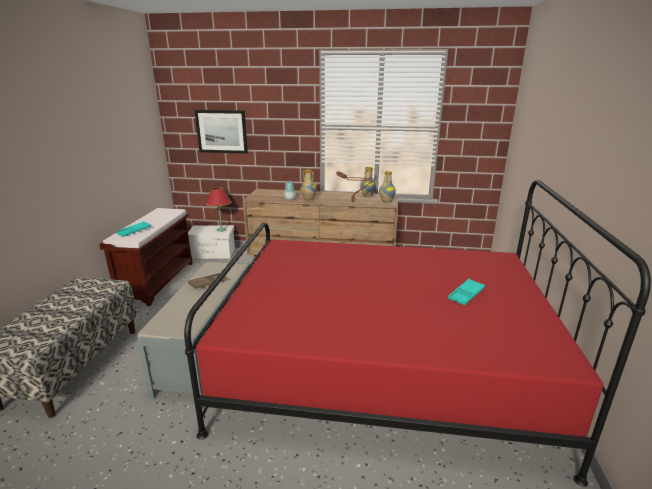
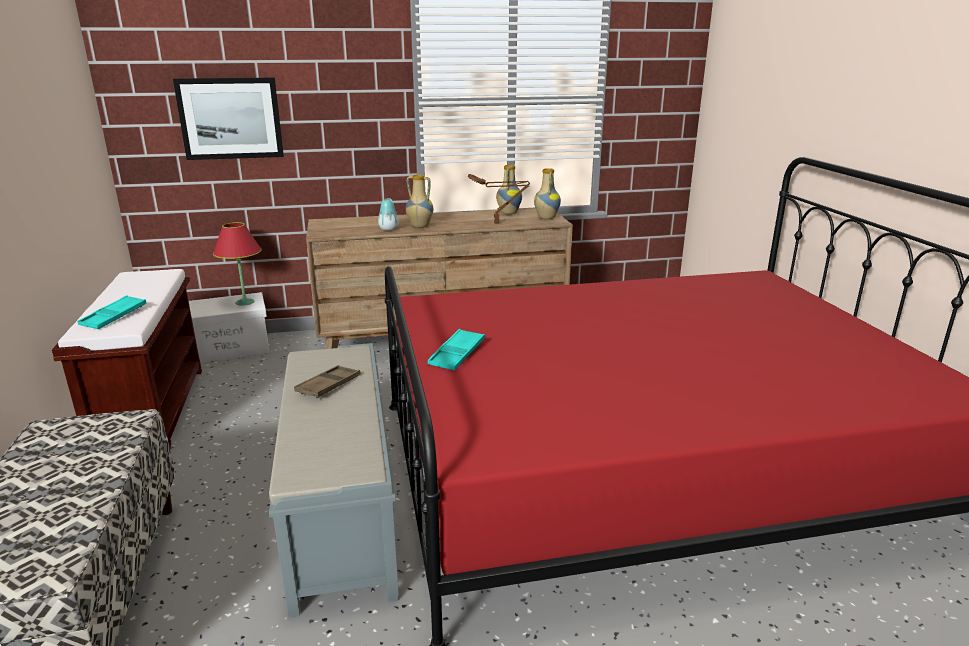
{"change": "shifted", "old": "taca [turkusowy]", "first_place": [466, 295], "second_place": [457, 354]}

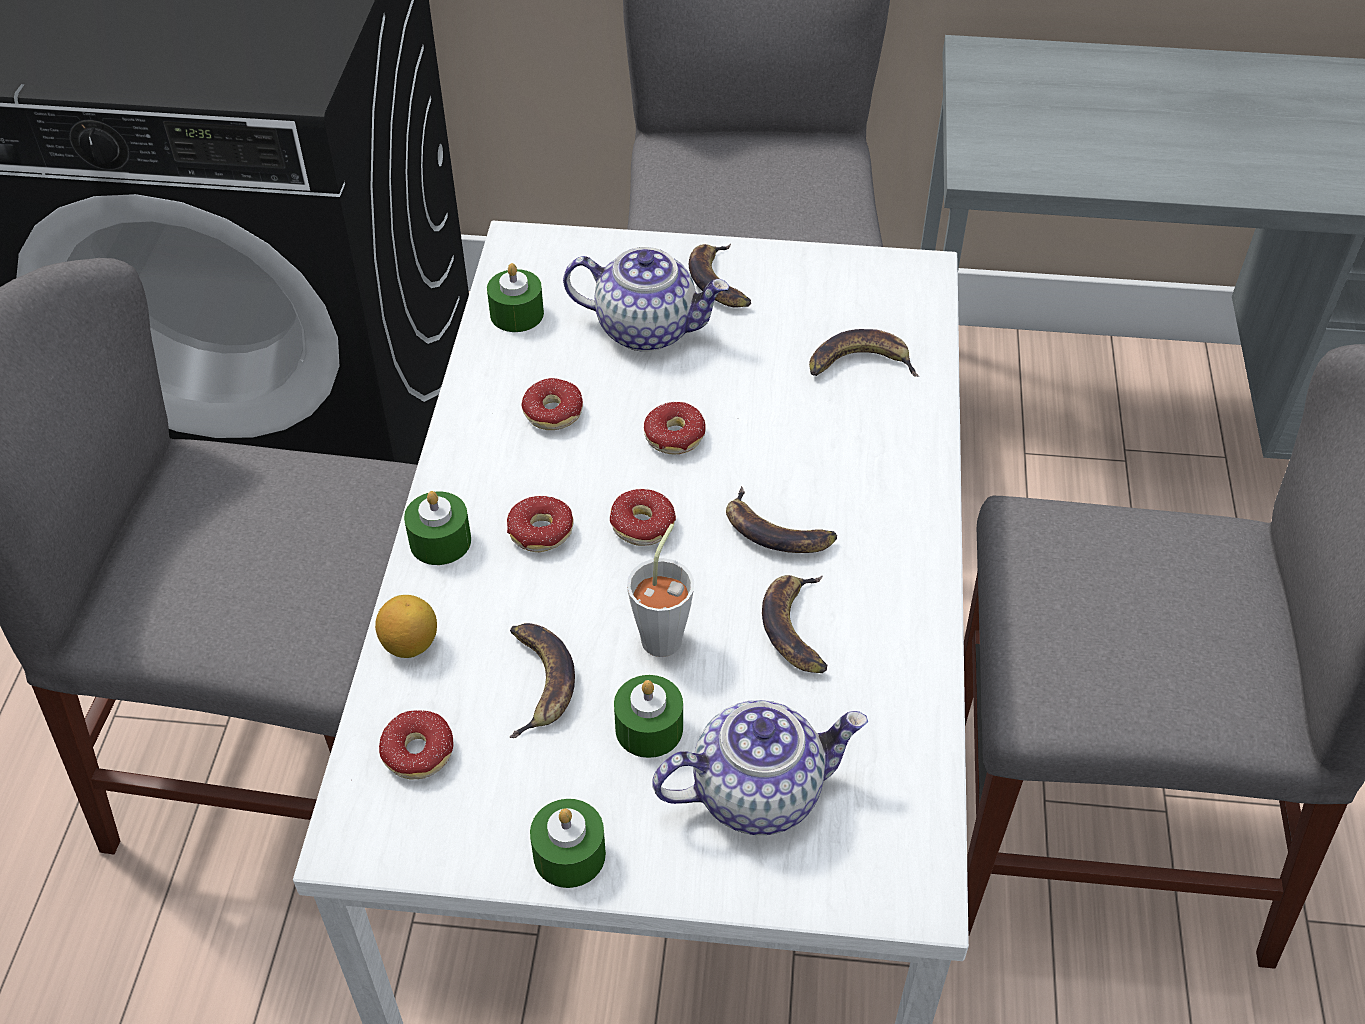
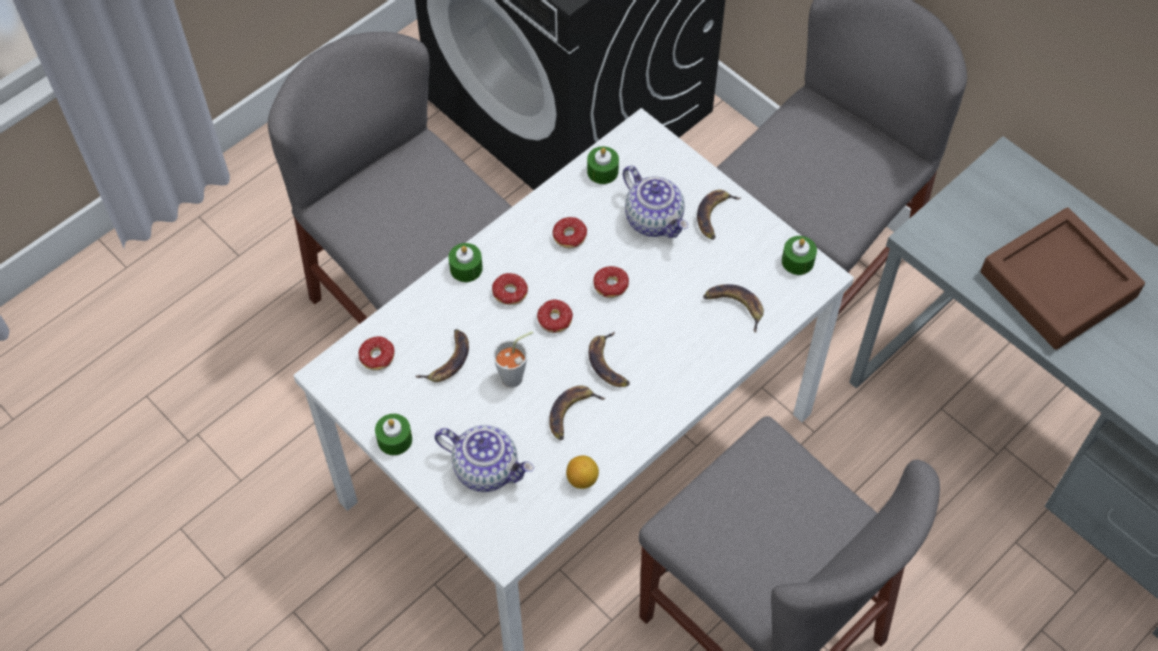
{"change": "shifted", "old": "cytryna", "first_place": [410, 644], "second_place": [582, 479]}
{"change": "shifted", "old": "świeca [zielony]", "first_place": [649, 728], "second_place": [797, 261]}
{"change": "new", "new": "taca [brązowy]", "second_place": [1058, 284]}

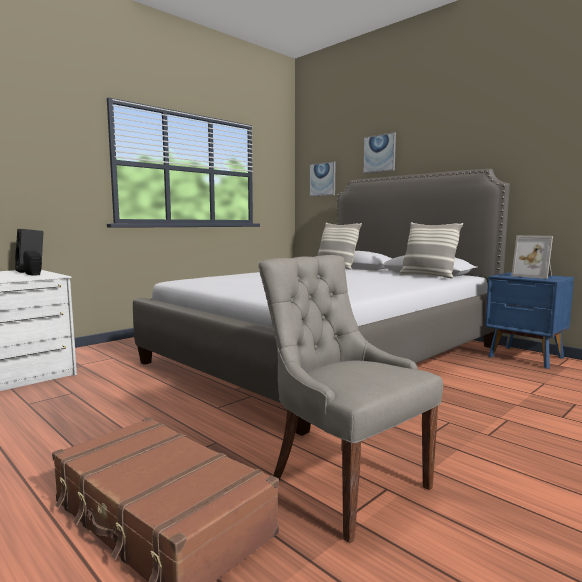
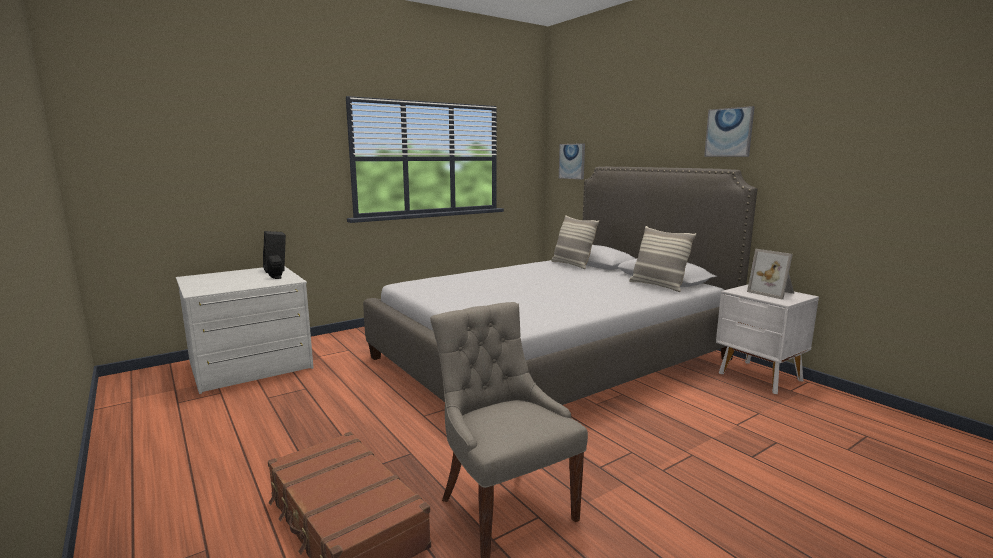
{"change": "shifted", "old": "obraz", "first_place": [379, 153], "second_place": [729, 132]}
{"change": "repainted", "old": "szafka nocna [niebieski]", "new": "szafka nocna [biały]", "first_place": [526, 357], "second_place": [760, 377]}

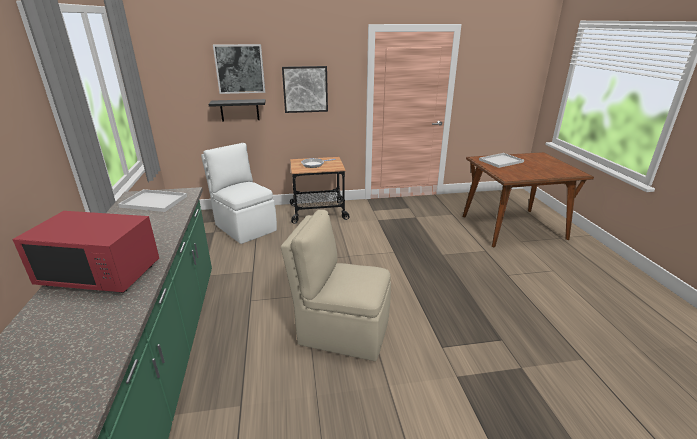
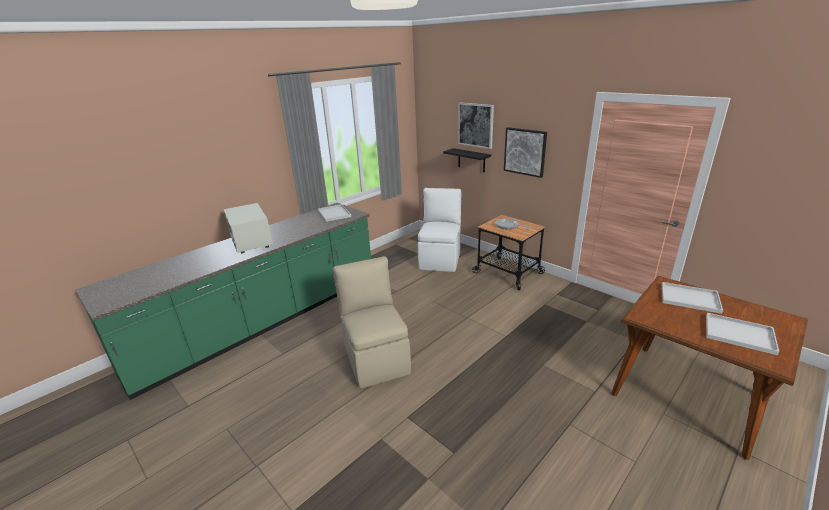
{"change": "repainted", "old": "mikrofalówka [czerwony]", "new": "mikrofalówka [biały]", "first_place": [101, 274], "second_place": [251, 241]}
{"change": "new", "new": "taca [biały]", "second_place": [740, 334]}

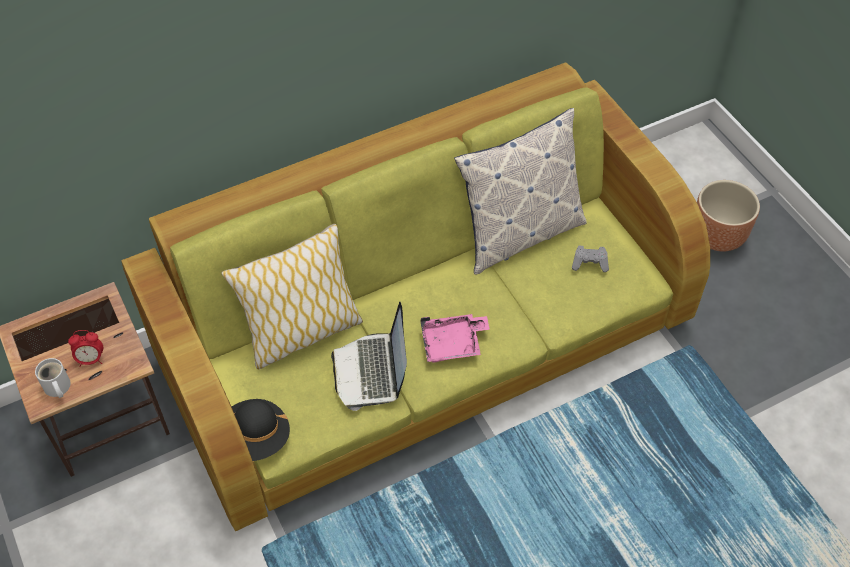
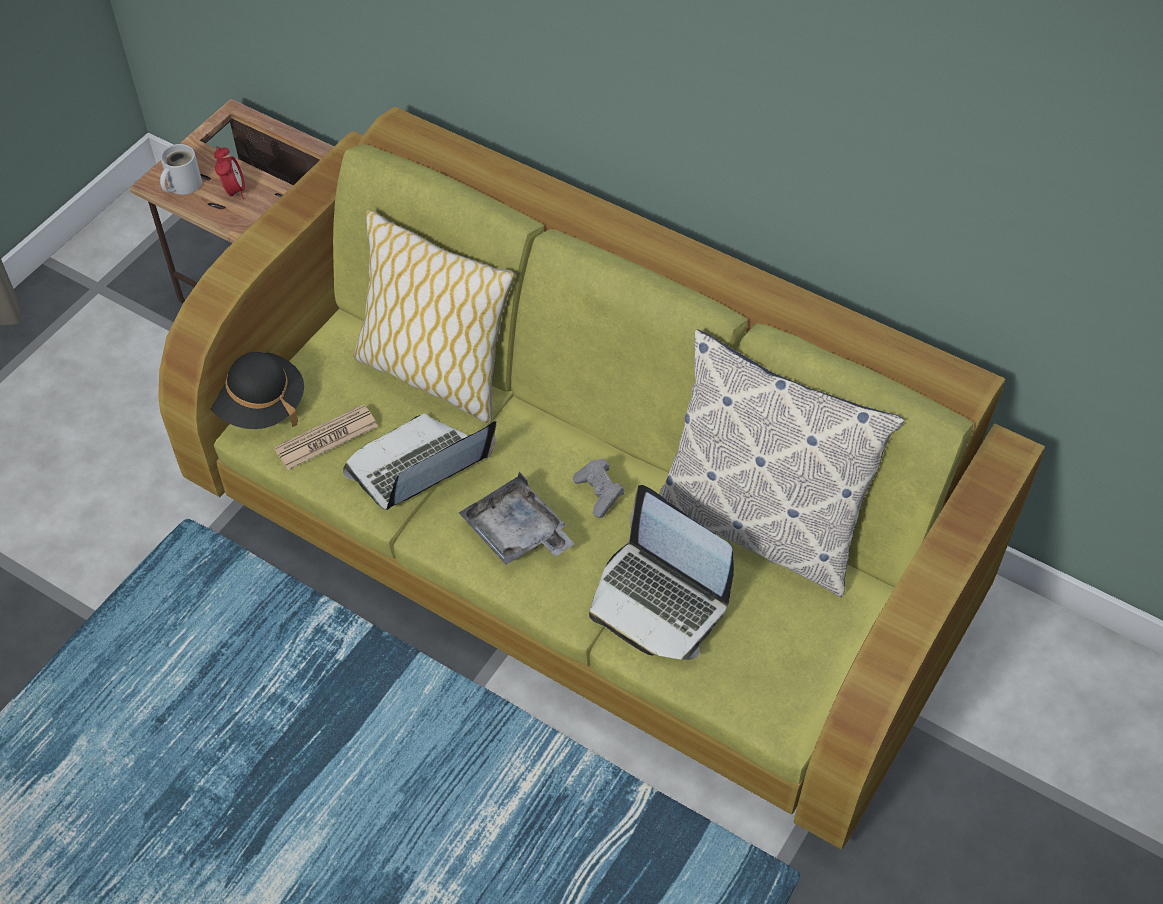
{"change": "gone", "old": "donica [brązowy]", "first_place": [717, 236]}
{"change": "shifted", "old": "pad do gier [szary]", "first_place": [589, 263], "second_place": [599, 494]}
{"change": "repainted", "old": "taca [różowy]", "new": "taca [szary]", "first_place": [453, 344], "second_place": [517, 533]}
{"change": "rotated", "old": "budzik", "first_place": [91, 359], "second_place": [234, 191], "degrees": -150}
{"change": "new", "new": "gazeta", "second_place": [326, 438]}
{"change": "new", "new": "laptop", "second_place": [659, 600]}

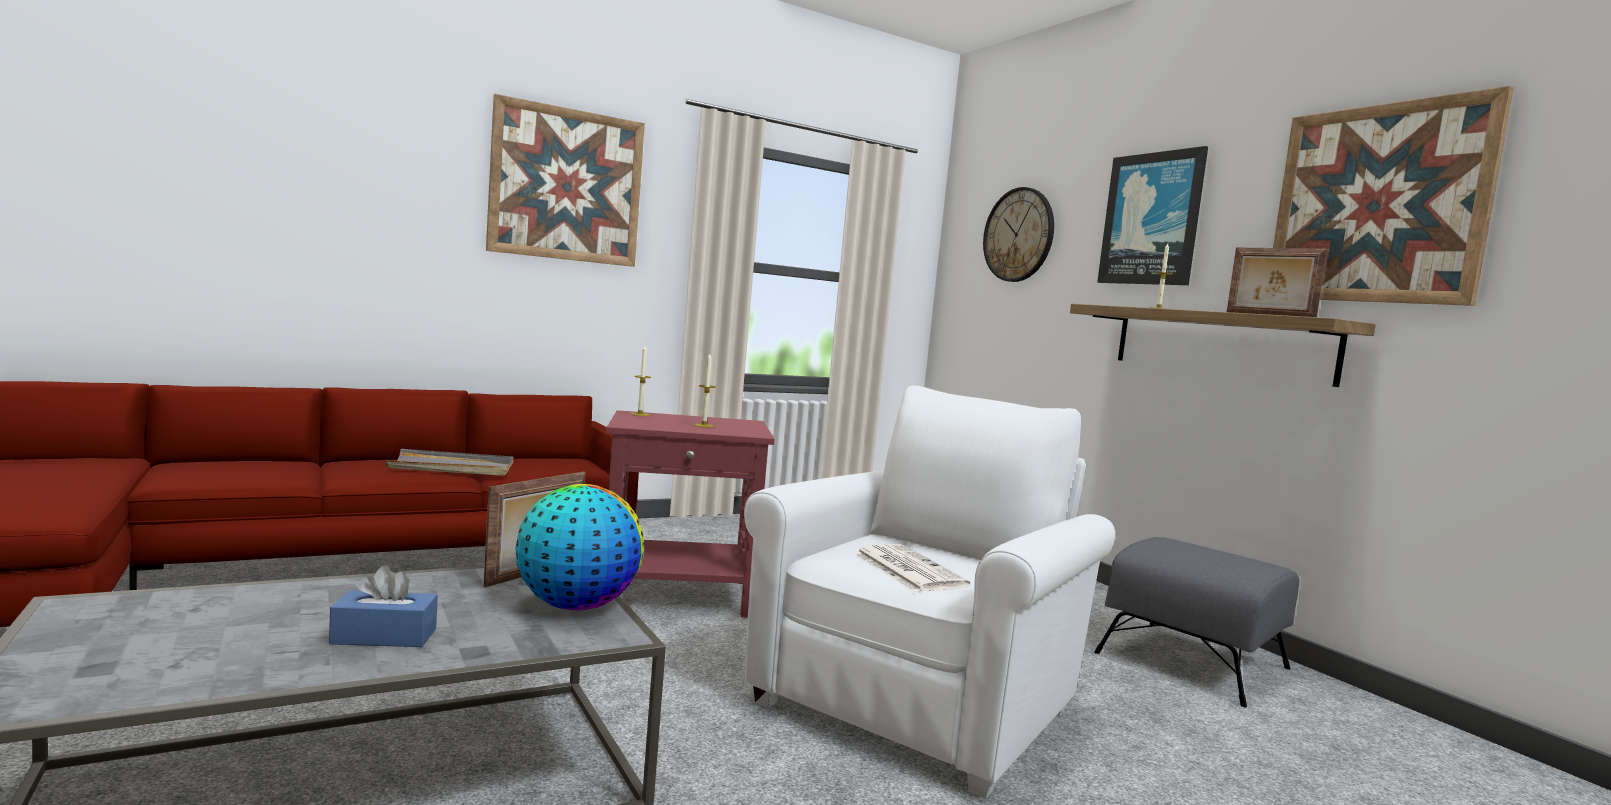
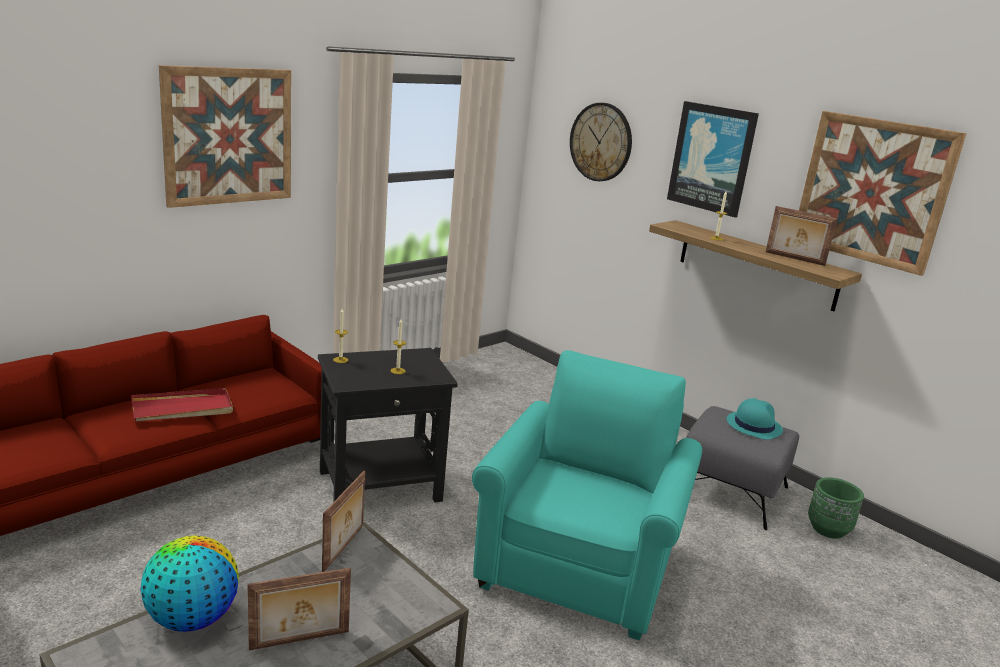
{"change": "repainted", "old": "fotel [biały]", "new": "fotel [turkusowy]", "first_place": [921, 703], "second_place": [580, 566]}
{"change": "repainted", "old": "stolik [czerwony]", "new": "stolik [czarny]", "first_place": [678, 595], "second_place": [380, 486]}
{"change": "repainted", "old": "taca [szary]", "new": "taca [czerwony]", "first_place": [452, 467], "second_place": [183, 409]}
{"change": "shifted", "old": "globus", "first_place": [576, 606], "second_place": [192, 619]}
{"change": "gone", "old": "gazeta", "first_place": [907, 569]}
{"change": "swapped", "old": "pudełko chusteczek [niebieski]", "new": "ramka na zdjęcie", "first_place": [384, 636], "second_place": [300, 641]}
{"change": "new", "new": "kapelusz [turkusowy]", "second_place": [753, 425]}
{"change": "new", "new": "donica [zielony]", "second_place": [828, 529]}

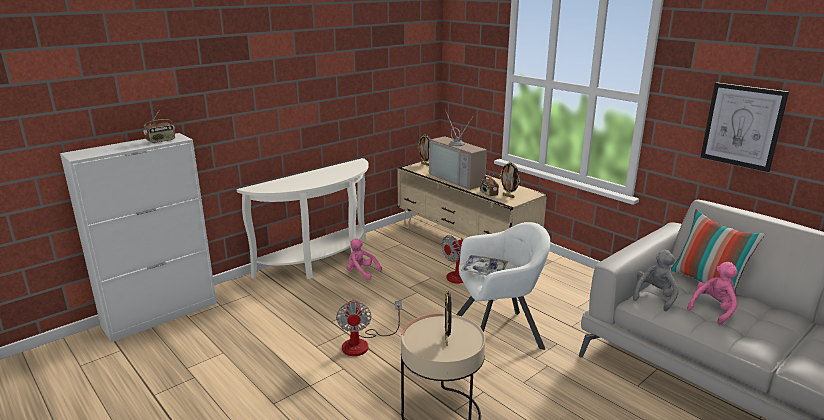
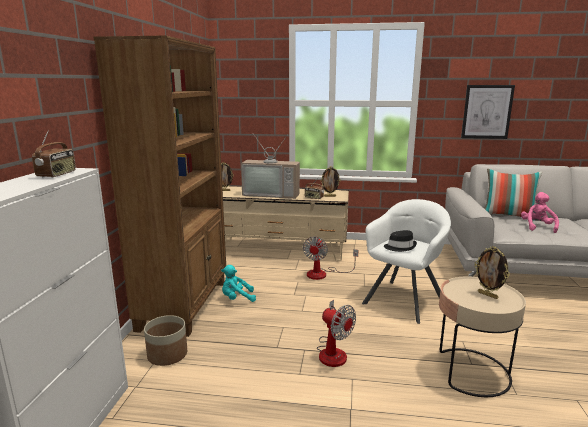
{"change": "swapped", "old": "stolik konsolowy [biały]", "new": "regał [brązowy]", "first_place": [321, 262], "second_place": [185, 304]}
{"change": "repainted", "old": "pluszak [różowy]", "new": "pluszak [turkusowy]", "first_place": [361, 273], "second_place": [237, 298]}
{"change": "gone", "old": "pluszak [szary]", "first_place": [654, 297]}
{"change": "swapped", "old": "taca", "new": "kapelusz [czarny]", "first_place": [484, 271], "second_place": [400, 247]}
{"change": "new", "new": "donica", "second_place": [167, 354]}

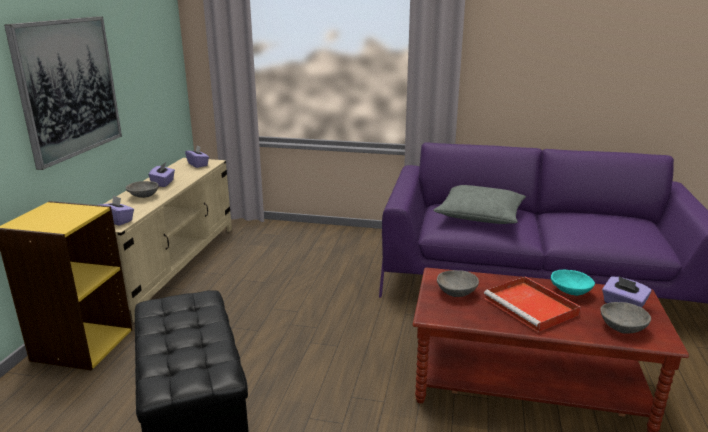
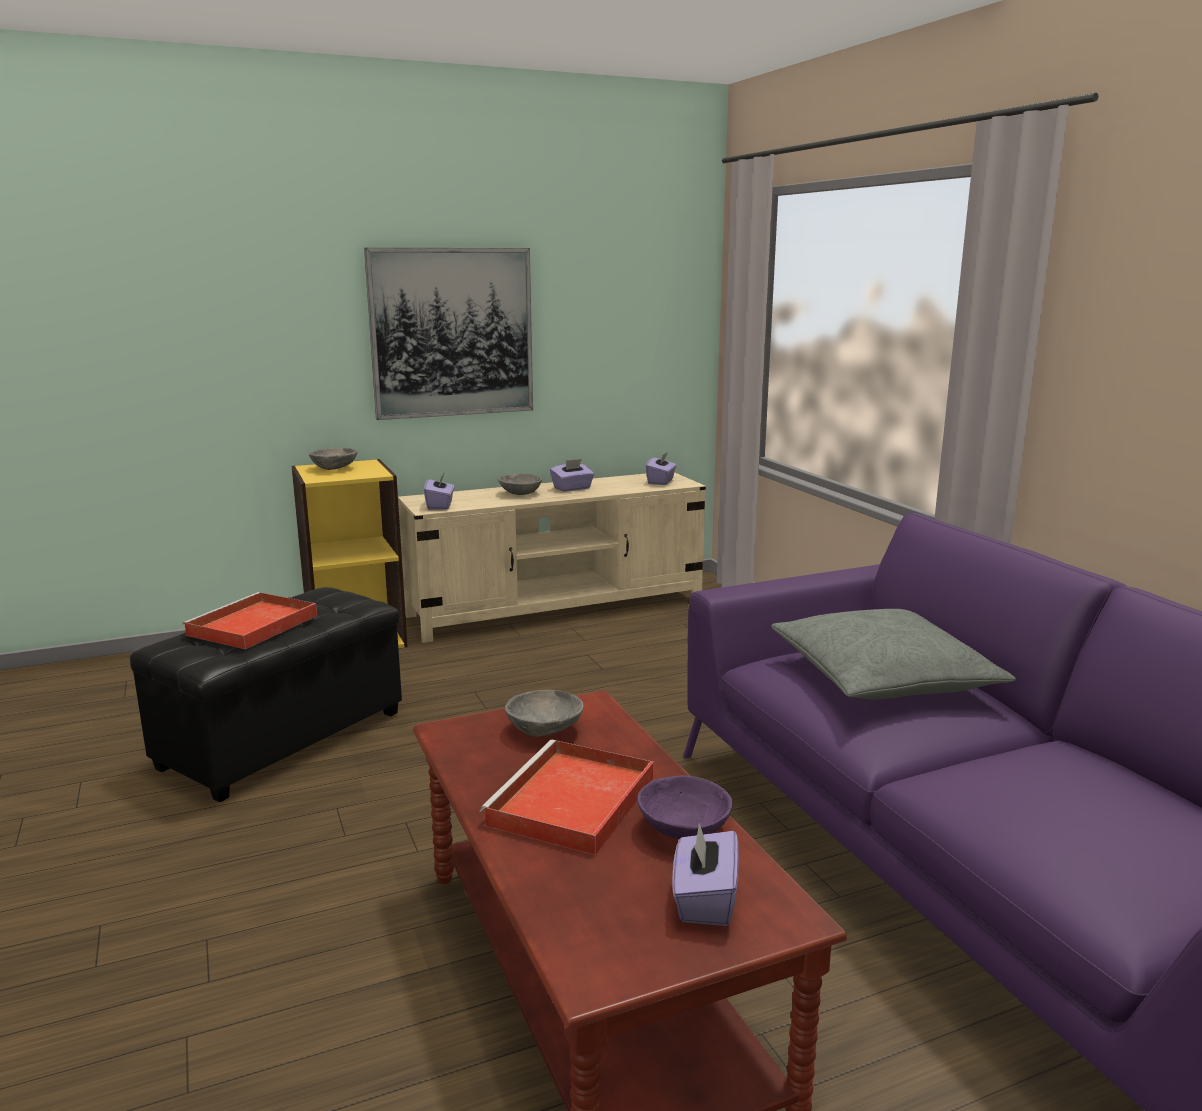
{"change": "repainted", "old": "miska [turkusowy]", "new": "miska [fioletowy]", "first_place": [569, 292], "second_place": [682, 829]}
{"change": "shifted", "old": "miska [szary]", "first_place": [623, 327], "second_place": [335, 469]}
{"change": "new", "new": "taca [czerwony]", "second_place": [251, 626]}

